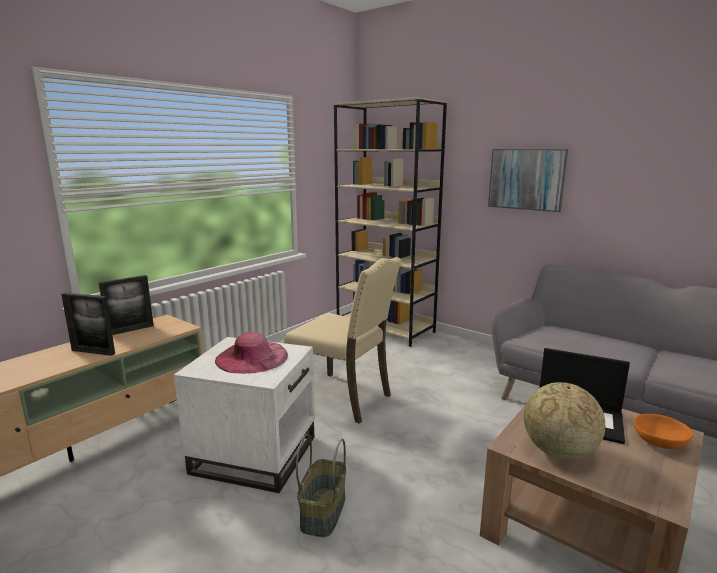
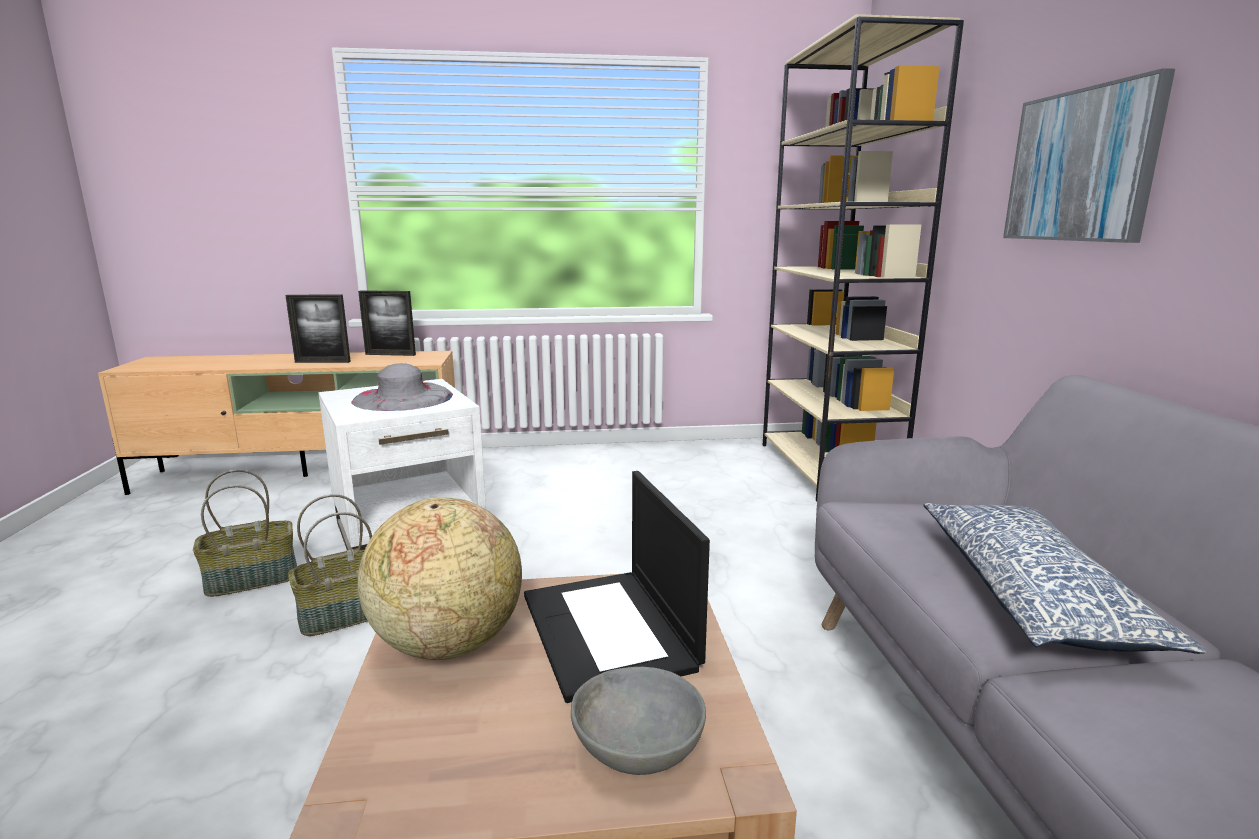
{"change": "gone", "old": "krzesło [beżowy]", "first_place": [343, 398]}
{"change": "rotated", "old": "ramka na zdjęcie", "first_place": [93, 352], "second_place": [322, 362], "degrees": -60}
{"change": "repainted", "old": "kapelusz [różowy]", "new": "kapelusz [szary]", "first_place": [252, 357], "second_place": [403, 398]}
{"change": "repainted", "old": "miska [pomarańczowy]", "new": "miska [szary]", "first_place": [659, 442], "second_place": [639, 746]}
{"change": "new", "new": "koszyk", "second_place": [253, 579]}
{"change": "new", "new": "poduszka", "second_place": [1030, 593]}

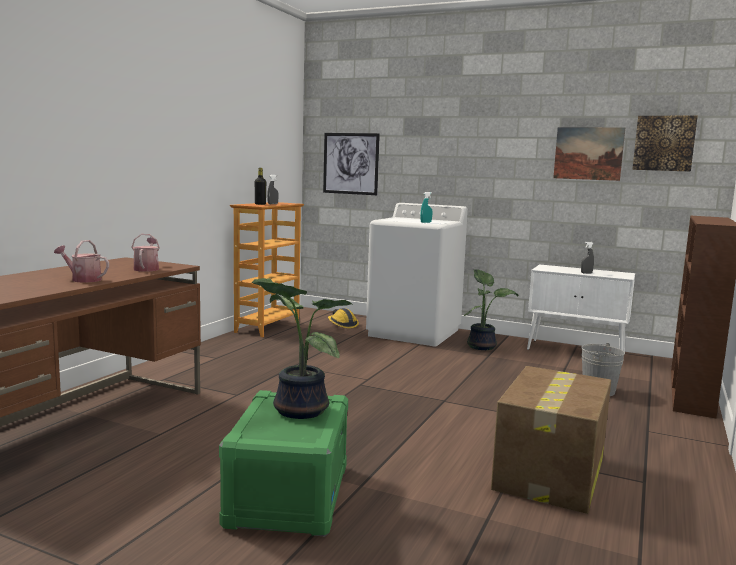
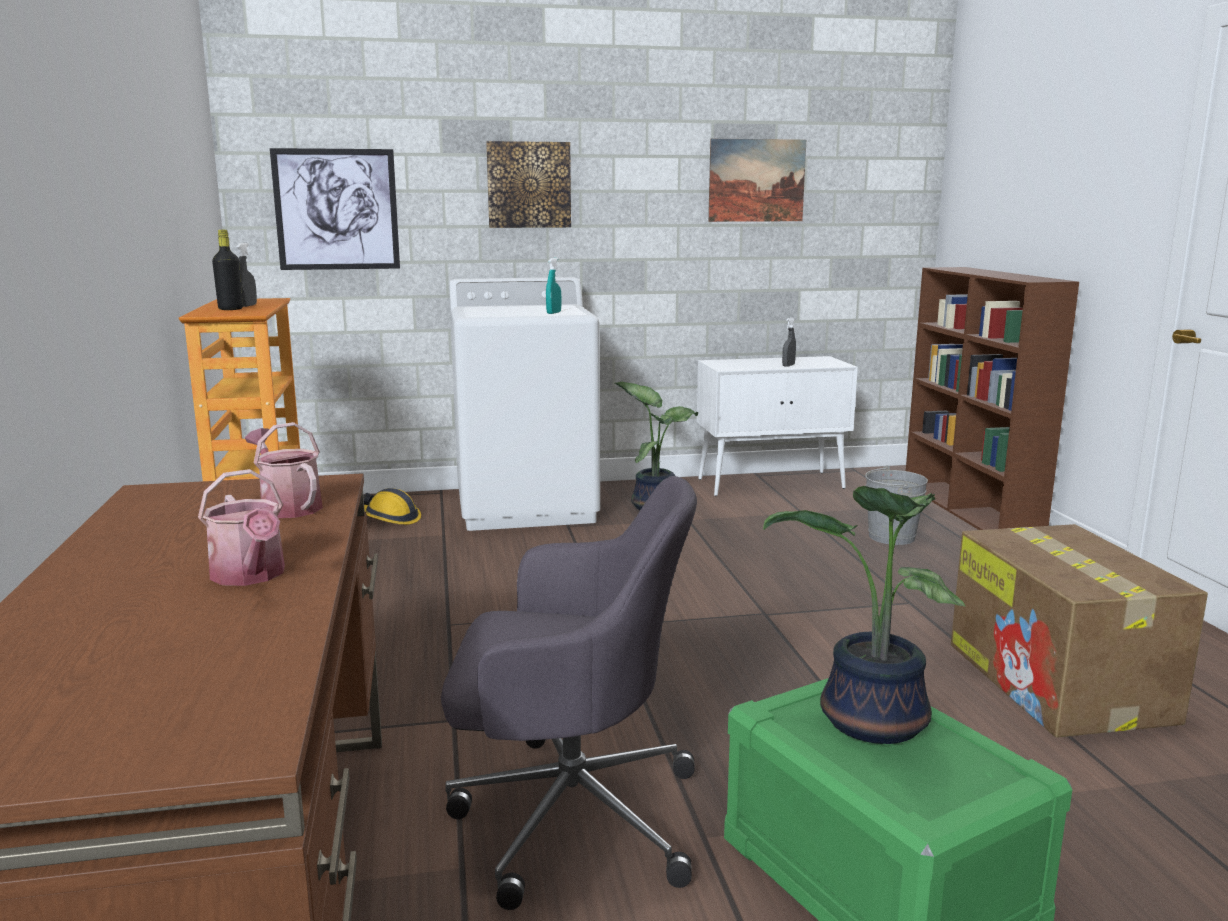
{"change": "shifted", "old": "obraz", "first_place": [664, 143], "second_place": [529, 185]}
{"change": "rotated", "old": "konewka", "first_place": [83, 279], "second_place": [251, 576], "degrees": -105}
{"change": "new", "new": "krzesło biurowe [szary]", "second_place": [569, 815]}

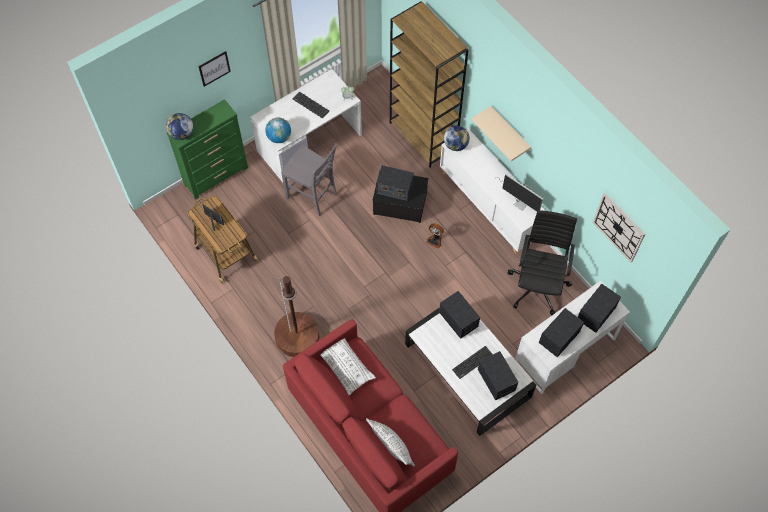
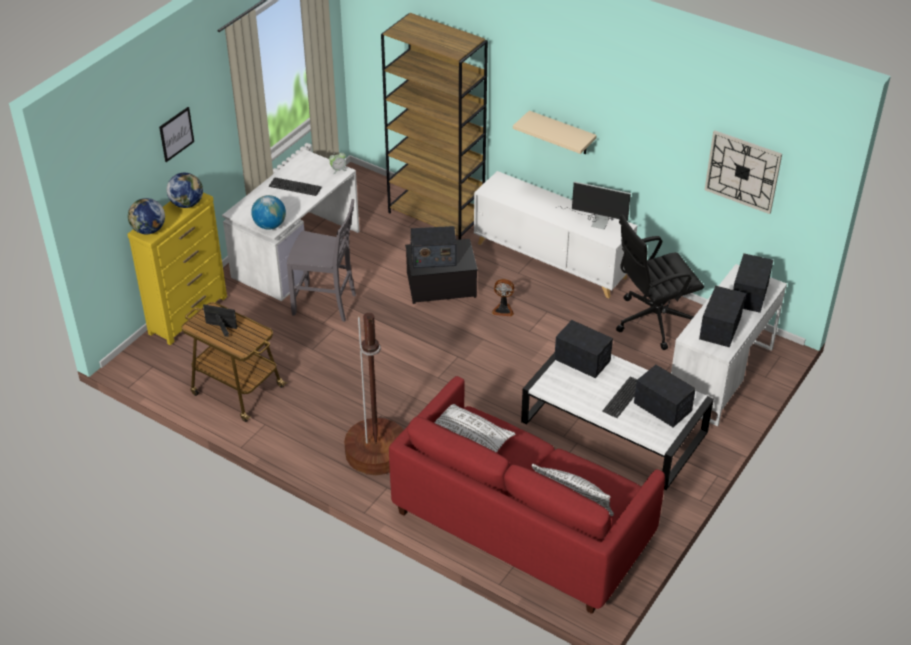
{"change": "repainted", "old": "komoda [zielony]", "new": "komoda [żółty]", "first_place": [217, 176], "second_place": [189, 315]}
{"change": "shifted", "old": "globus", "first_place": [456, 145], "second_place": [187, 204]}
{"change": "rotated", "old": "krzesło biurowe [czarny]", "first_place": [538, 285], "second_place": [652, 321], "degrees": -105}

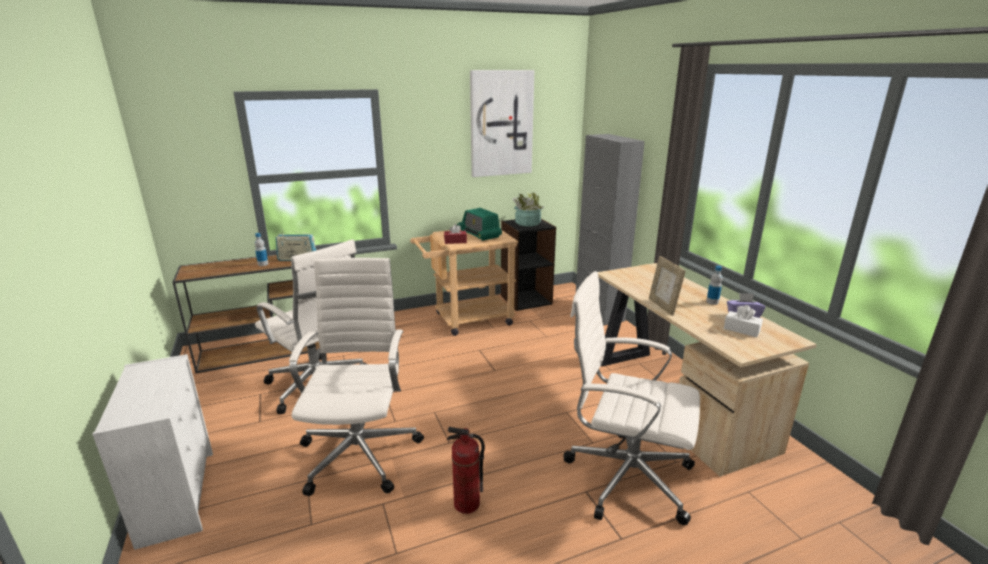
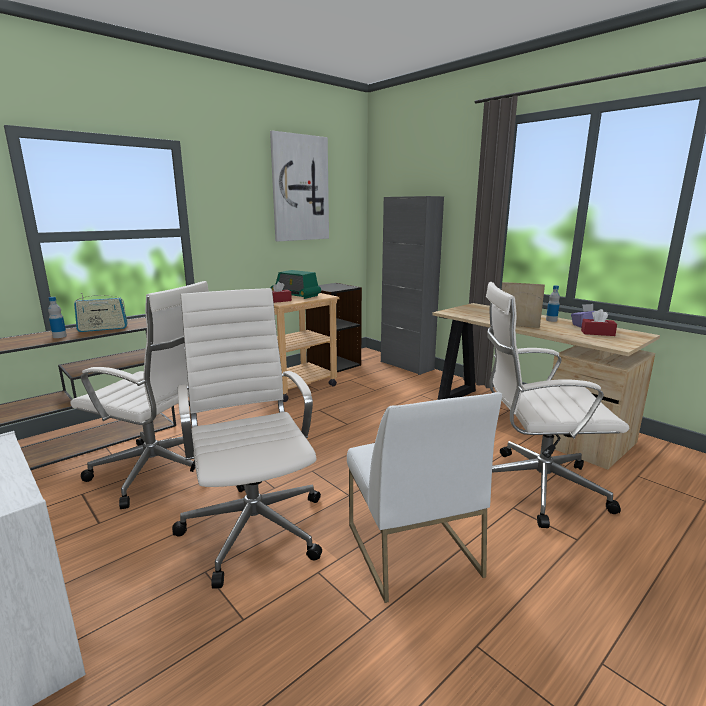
{"change": "gone", "old": "roślina doniczkowa", "first_place": [527, 223]}
{"change": "rotated", "old": "ramka na zdjęcie", "first_place": [663, 306], "second_place": [518, 326], "degrees": 150}
{"change": "repainted", "old": "pudełko chusteczek [biały]", "new": "pudełko chusteczek [czerwony]", "first_place": [741, 329], "second_place": [597, 333]}
{"change": "swapped", "old": "gaśnica", "new": "krzesło [biały]", "first_place": [466, 504], "second_place": [410, 548]}

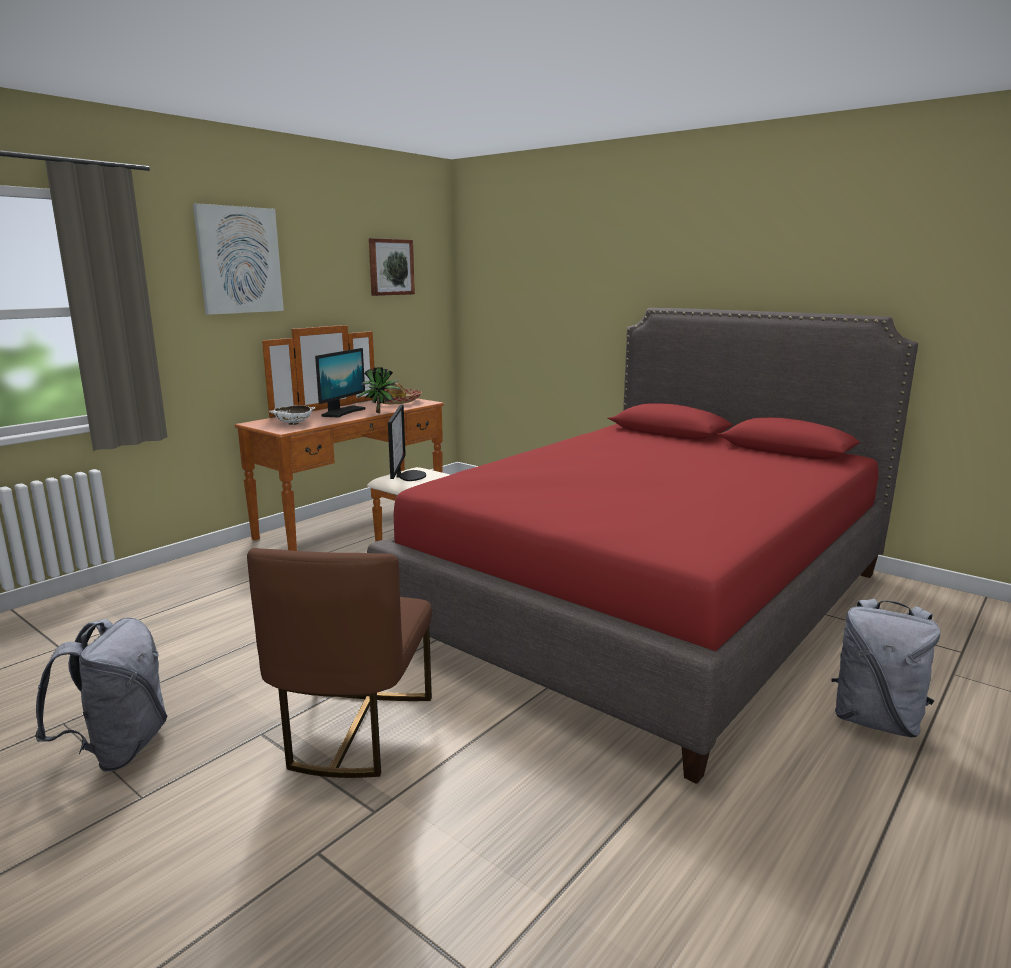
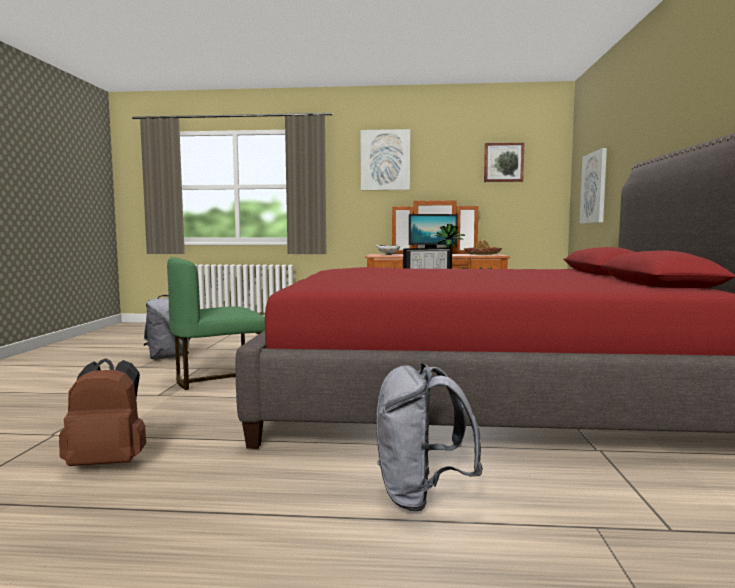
{"change": "repainted", "old": "krzesło [brązowy]", "new": "krzesło [zielony]", "first_place": [353, 731], "second_place": [218, 378]}
{"change": "new", "new": "obraz", "second_place": [594, 188]}
{"change": "new", "new": "plecak [brązowy]", "second_place": [109, 462]}

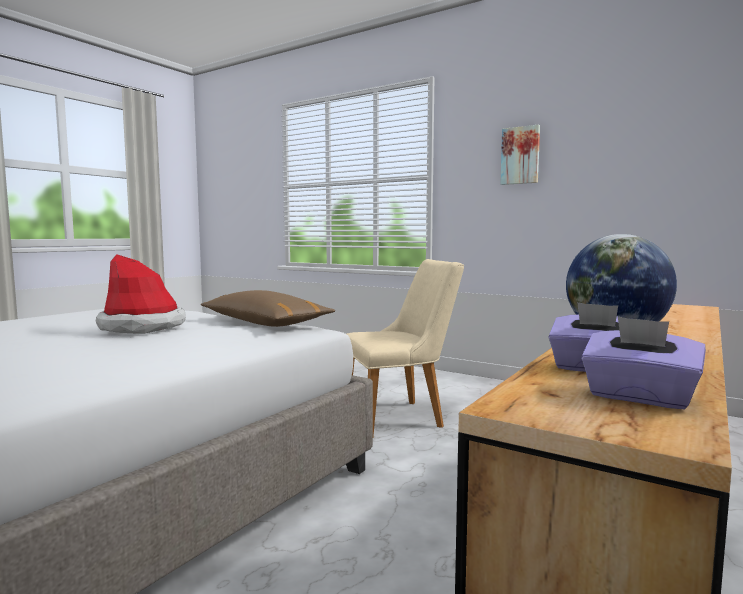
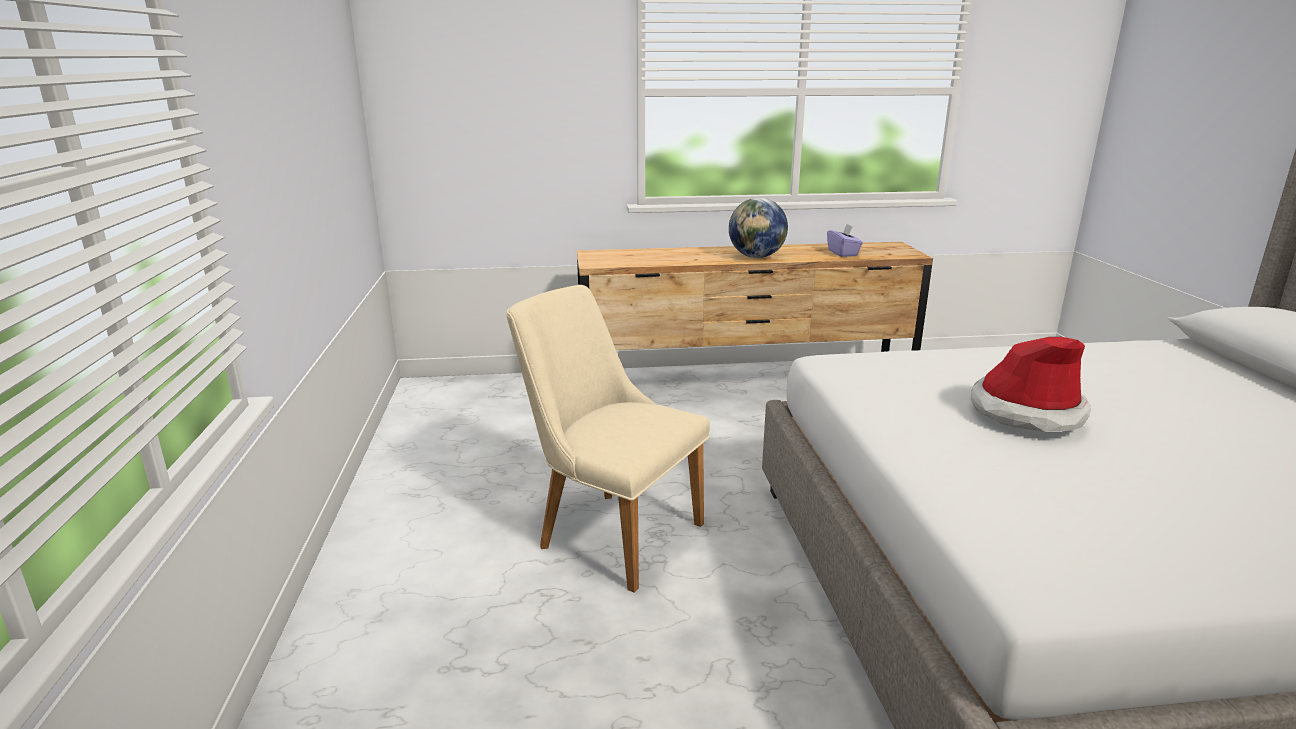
{"change": "gone", "old": "obraz", "first_place": [520, 155]}
{"change": "gone", "old": "poduszka [brązowy]", "first_place": [265, 323]}
{"change": "gone", "old": "pudełko chusteczek [fioletowy]", "first_place": [639, 397]}

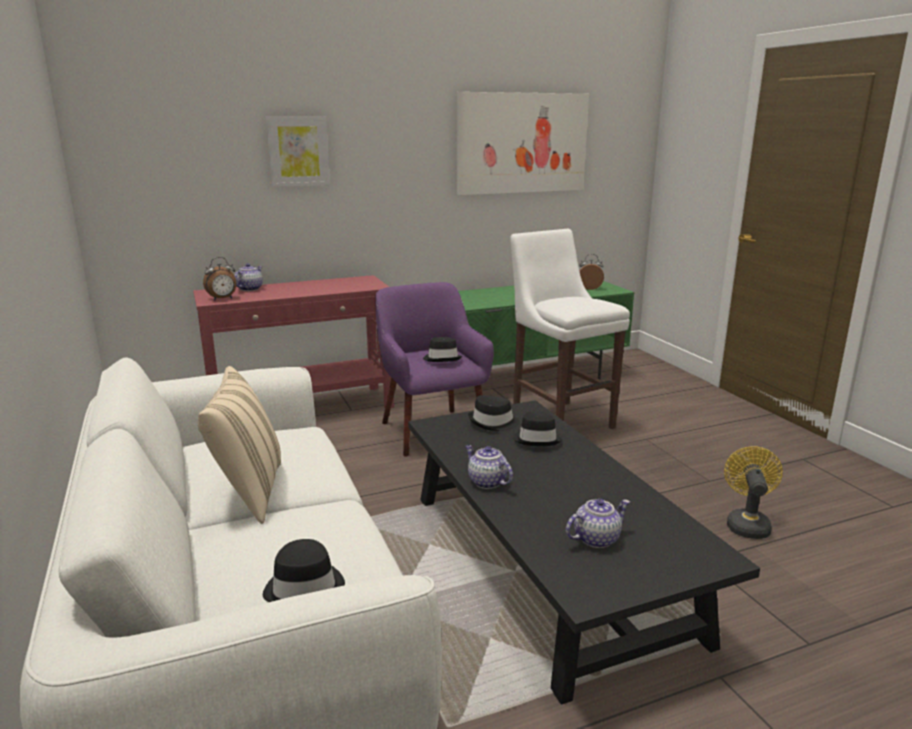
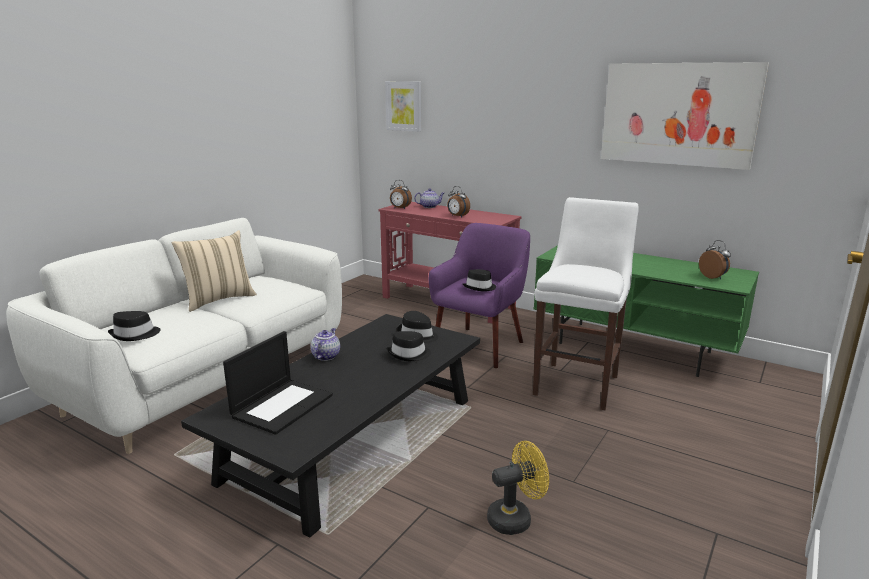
{"change": "shifted", "old": "obraz", "first_place": [298, 151], "second_place": [404, 106]}
{"change": "swapped", "old": "imbryk", "new": "laptop", "first_place": [596, 538], "second_place": [282, 405]}
{"change": "new", "new": "budzik", "second_place": [457, 216]}

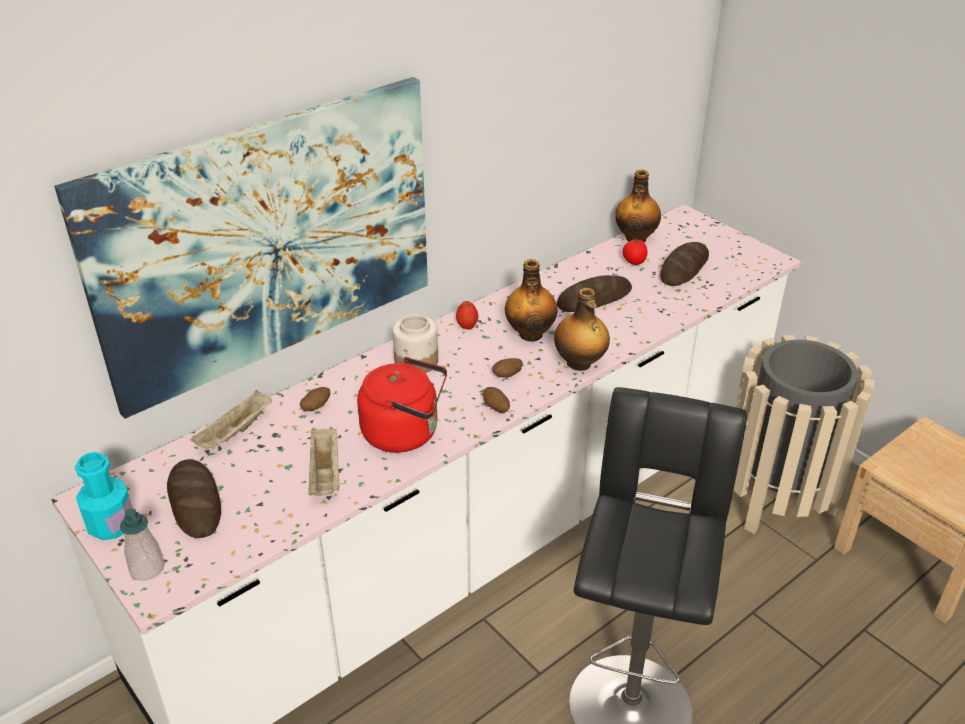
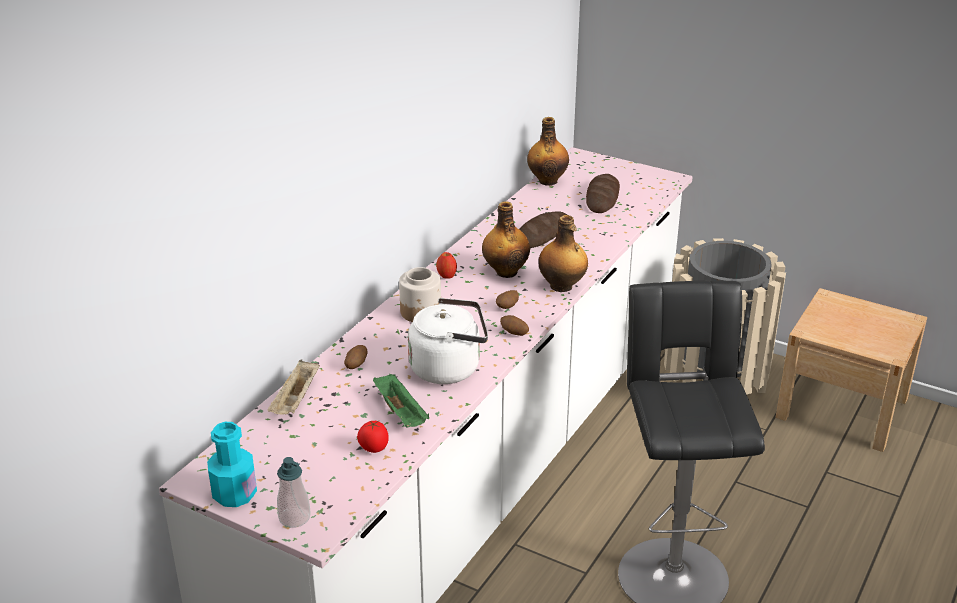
{"change": "gone", "old": "obraz", "first_place": [269, 241]}
{"change": "shifted", "old": "pomidor", "first_place": [634, 262], "second_place": [373, 448]}
{"change": "repainted", "old": "czajnik [czerwony]", "new": "czajnik [biały]", "first_place": [405, 433], "second_place": [449, 368]}
{"change": "repainted", "old": "taca [beżowy]", "new": "taca [zielony]", "first_place": [325, 474], "second_place": [401, 413]}
{"change": "gone", "old": "chleb", "first_place": [195, 502]}

